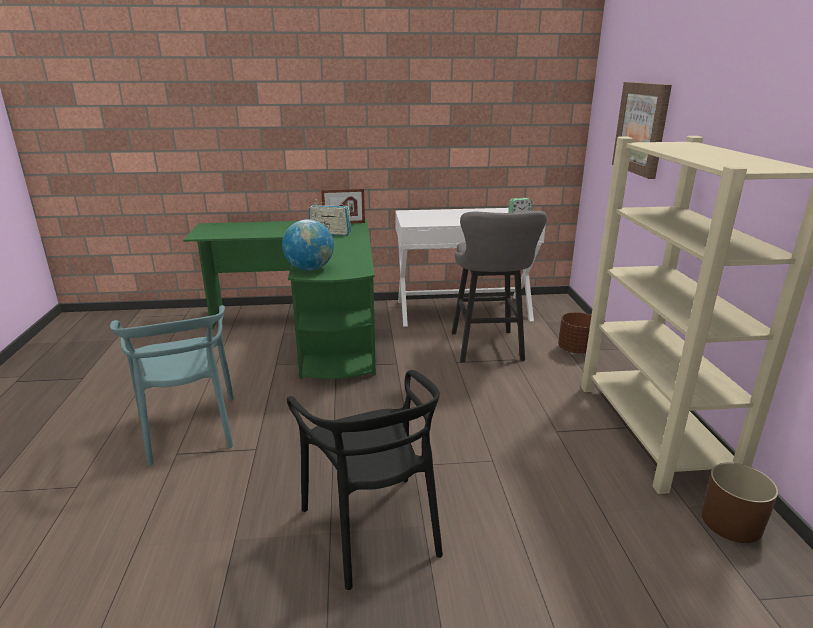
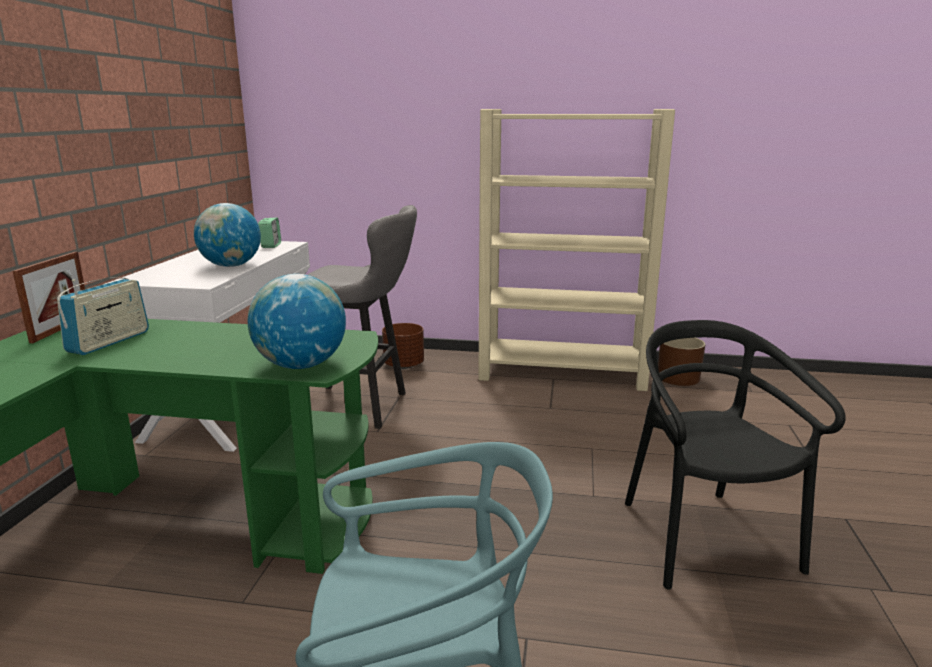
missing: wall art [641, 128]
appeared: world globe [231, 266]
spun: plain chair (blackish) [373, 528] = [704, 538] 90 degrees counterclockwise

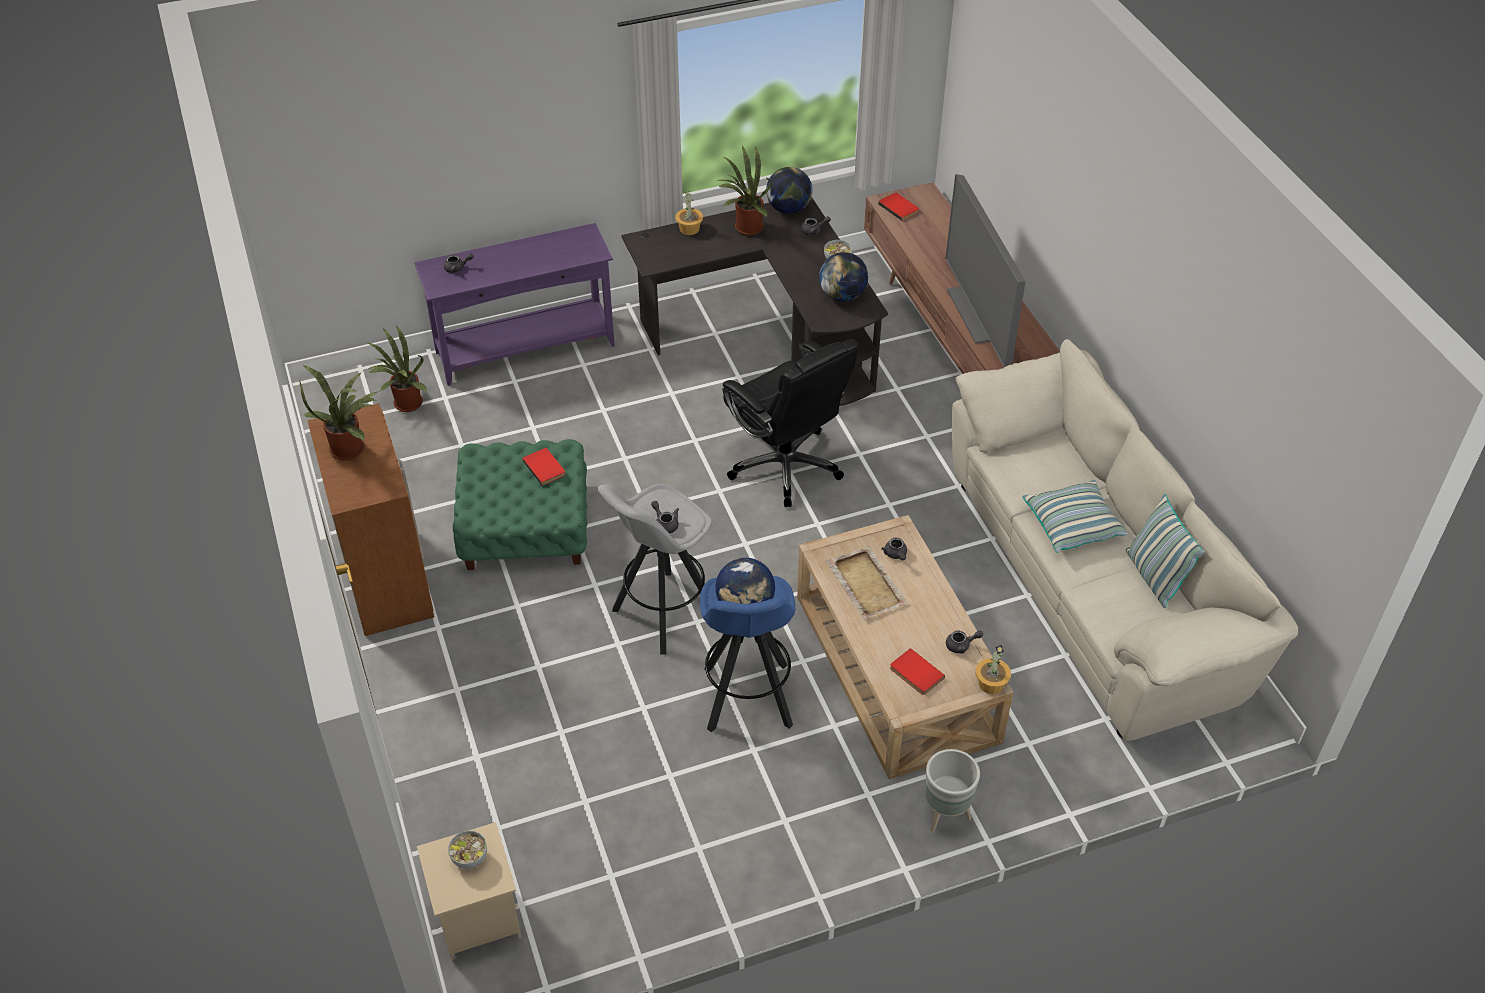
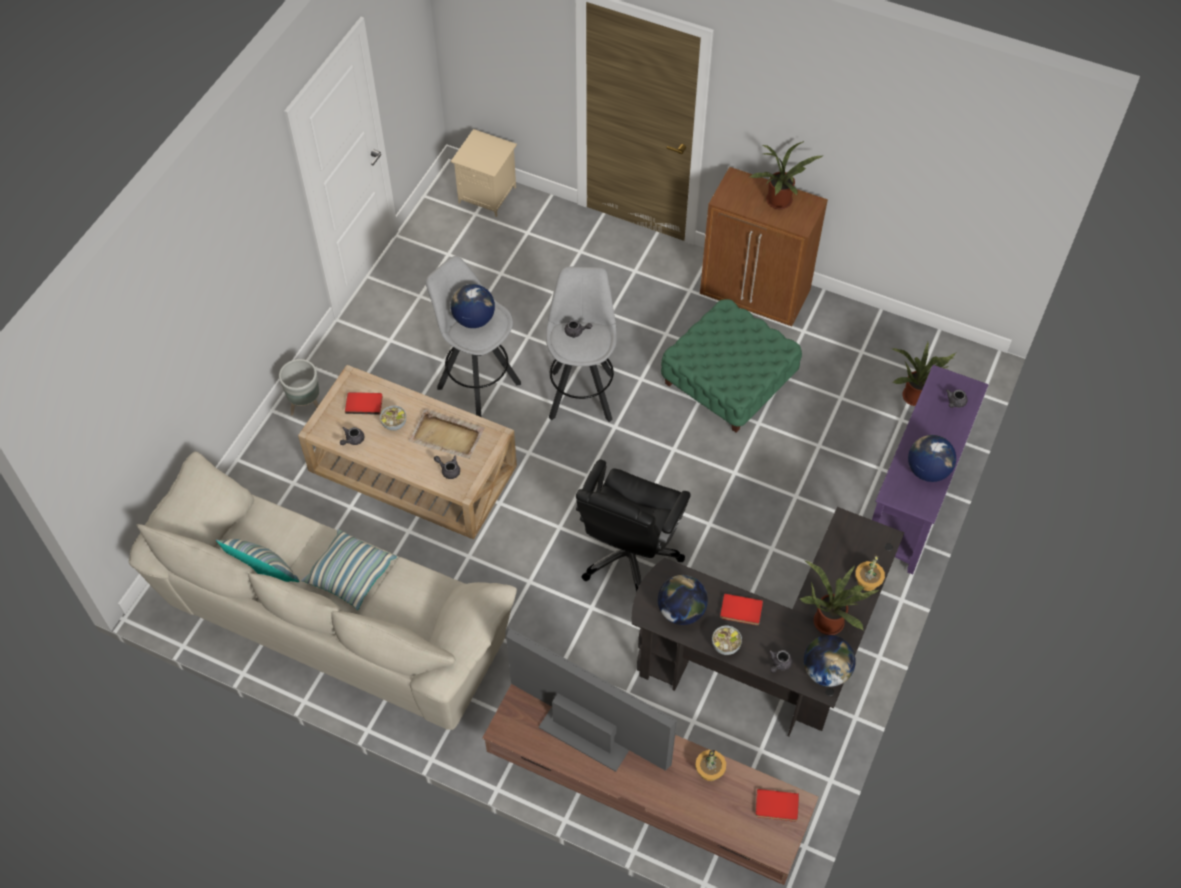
appeared: world globe [927, 470]
relocated: bowl [469, 858] to [394, 424]; houseplant [990, 683] to [710, 770]; volume (reddish) [545, 467] to [741, 611]
colour: stool (blue) [747, 700] to stool (grey) [477, 384]
spun: computer chair (blackish) [785, 465] = [629, 555] 75 degrees counterclockwise

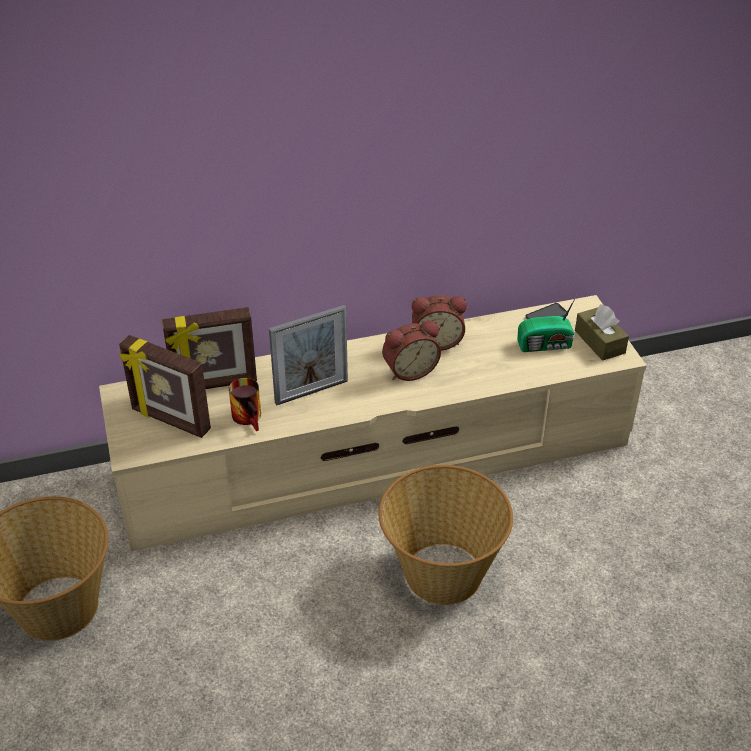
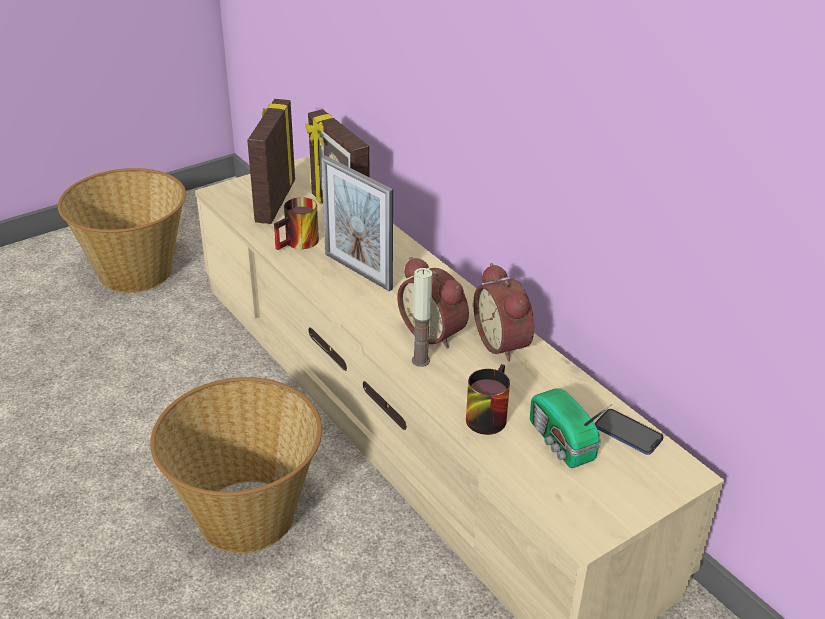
missing: tissue holder (brownish) [599, 342]
appeared: wax light [420, 360]; mug [485, 414]

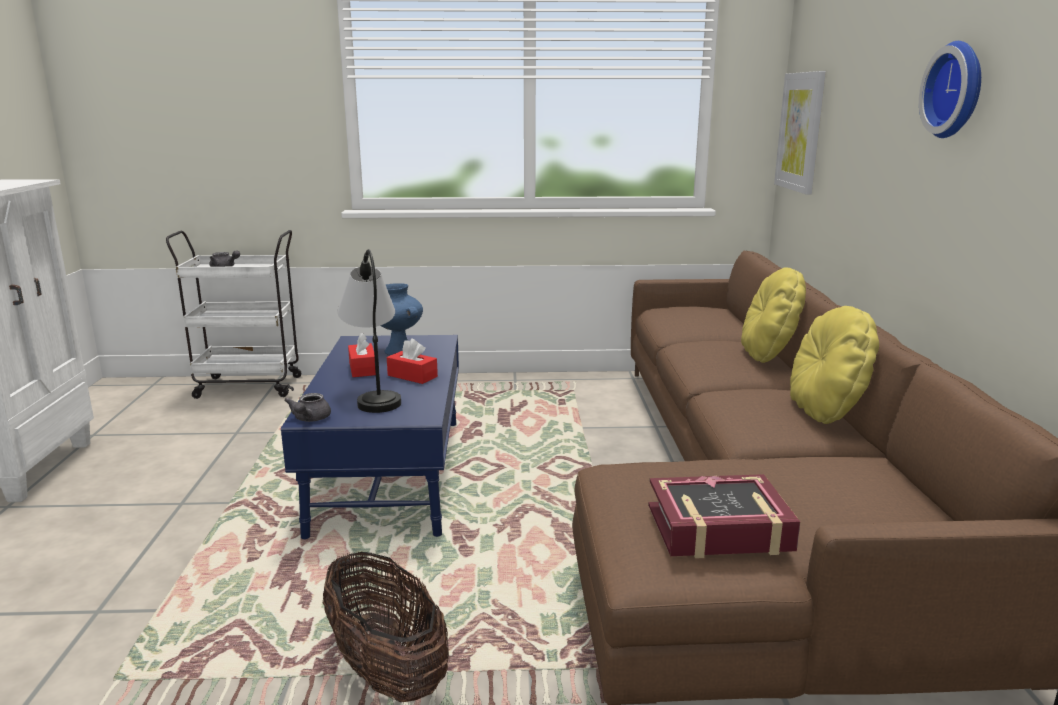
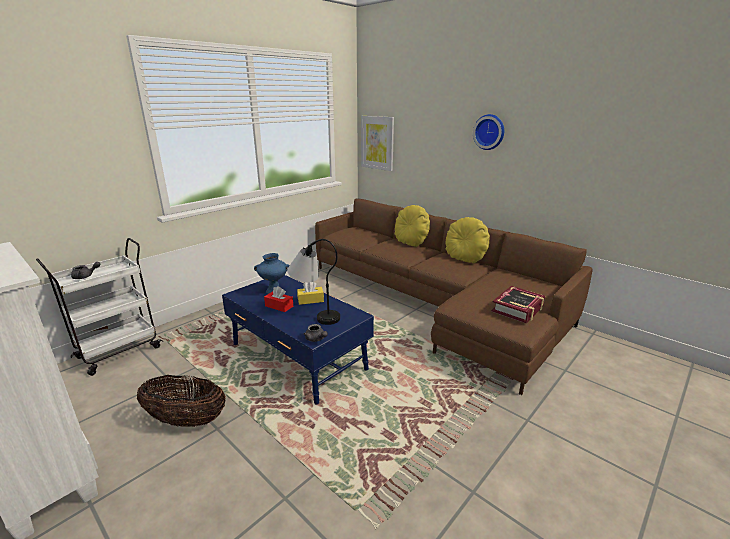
relocated: household basket [387, 670] to [186, 420]
colour: tissue holder (reddish) [412, 376] to tissue holder (yellow) [310, 300]

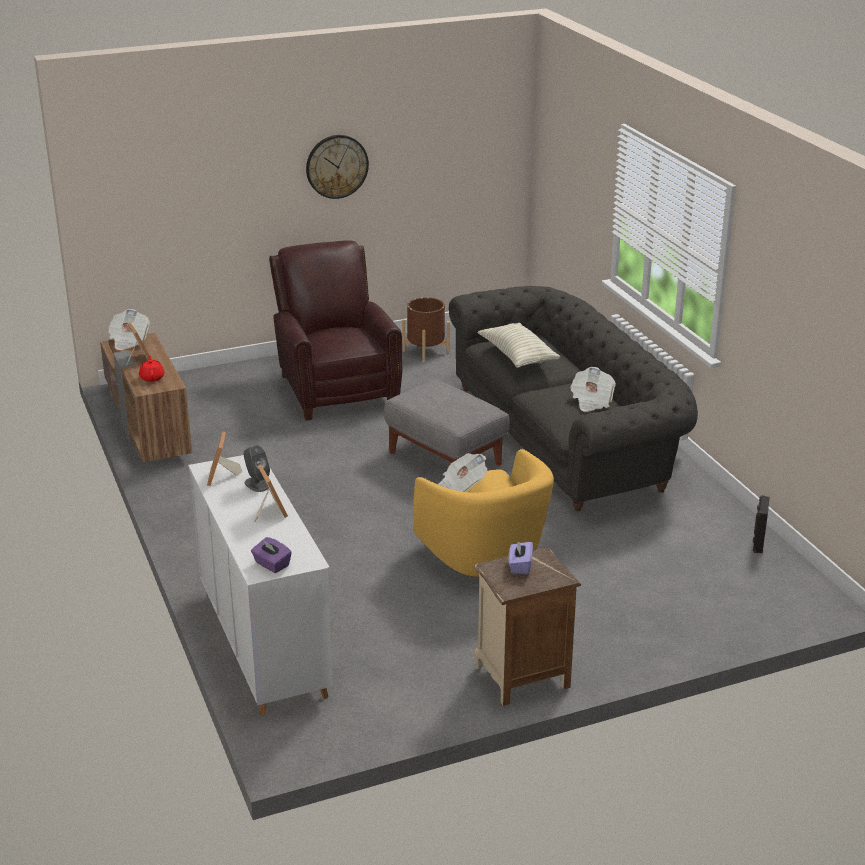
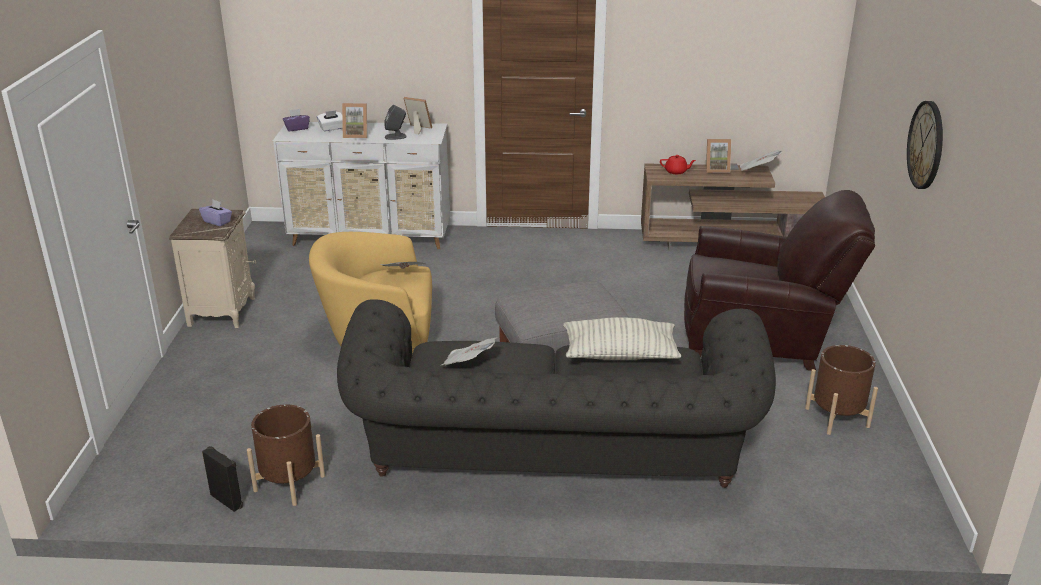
appeared: plant pot (brownish) [289, 483]; tissue holder (whitish) [331, 128]

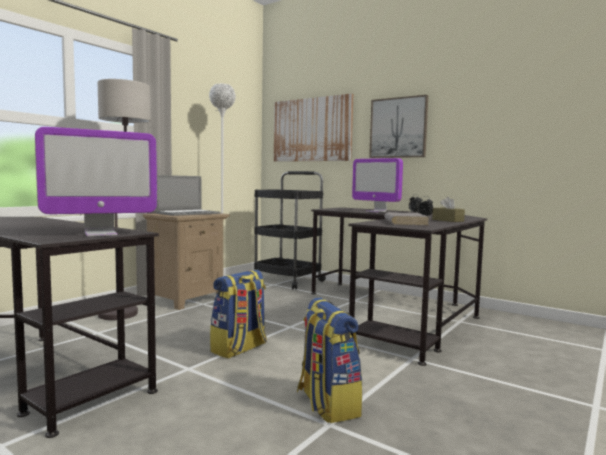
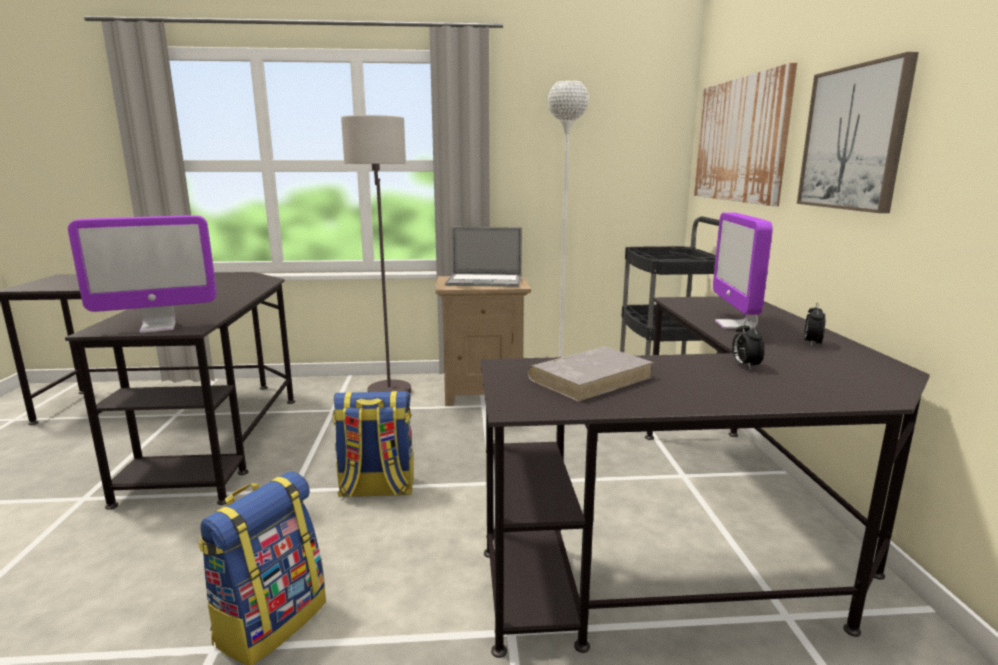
missing: tissue holder (brownish) [447, 220]
spun: computer screen [100, 234] = [158, 327] 45 degrees counterclockwise

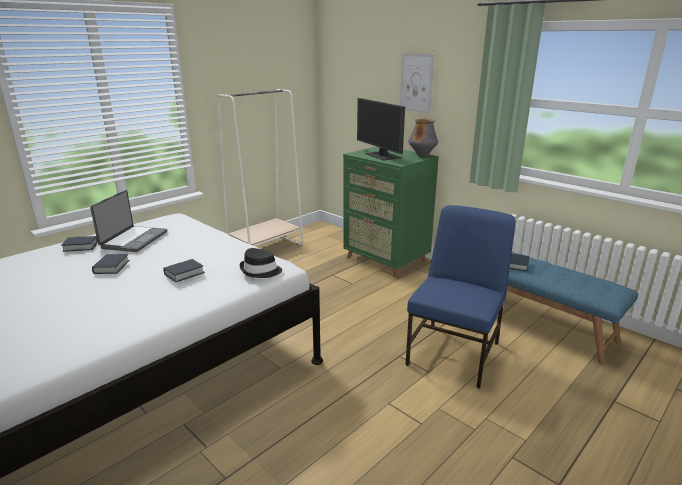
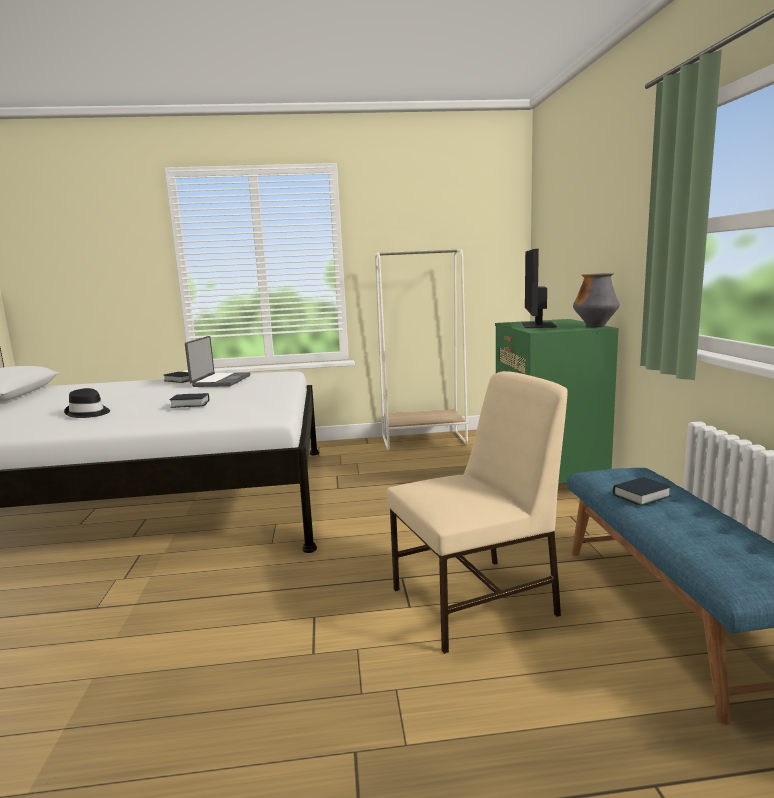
missing: volume [111, 267]; wall art [416, 83]
relocated: clothing hat (blackish) [260, 271] to [88, 413]
colour: plain chair (blue) [454, 353] to plain chair (beige-coloured) [476, 601]
spun: portable computer [133, 240] = [220, 381] 45 degrees counterclockwise

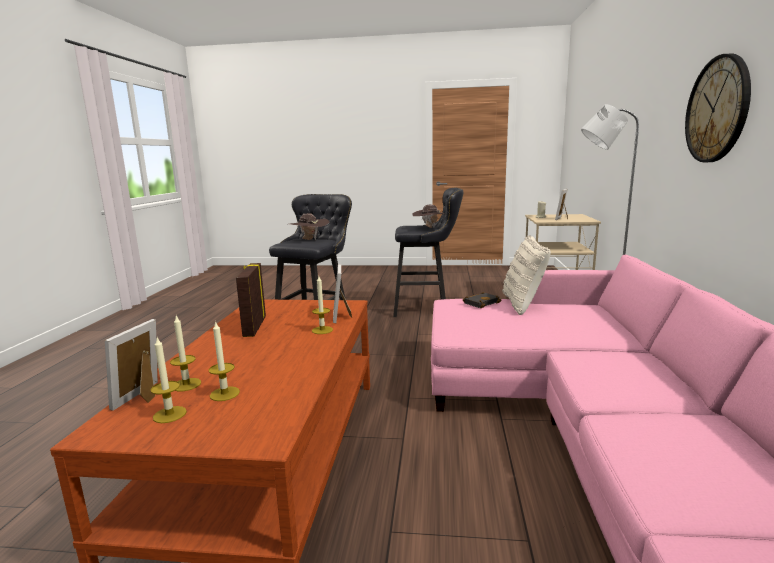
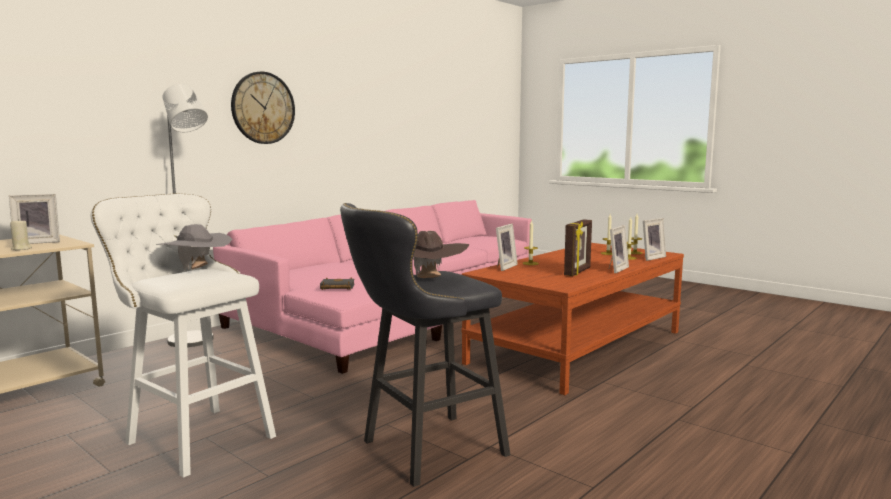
missing: throw pillow (beige-coloured) [523, 305]
appeared: standing frame [615, 269]
colour: stool (blackish) [428, 308] to stool (whitish) [192, 435]; clothing hat (brownish) [430, 228] to clothing hat (grey) [197, 270]

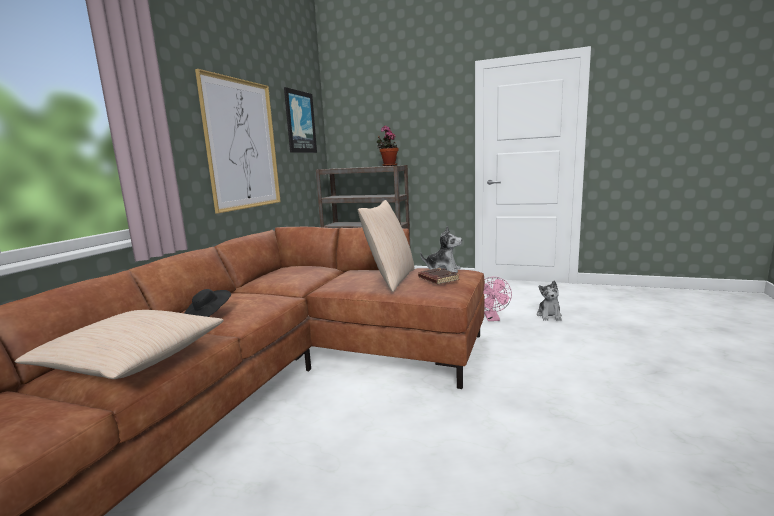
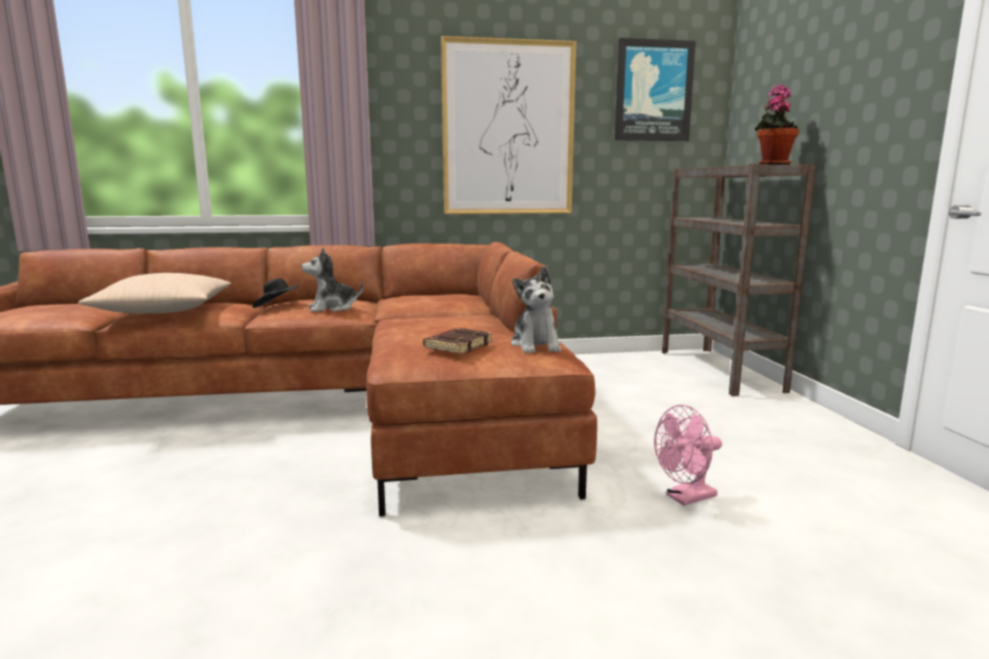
missing: throw pillow (beige-coloured) [391, 279]
relocated: soft toy [549, 315] to [332, 308]

